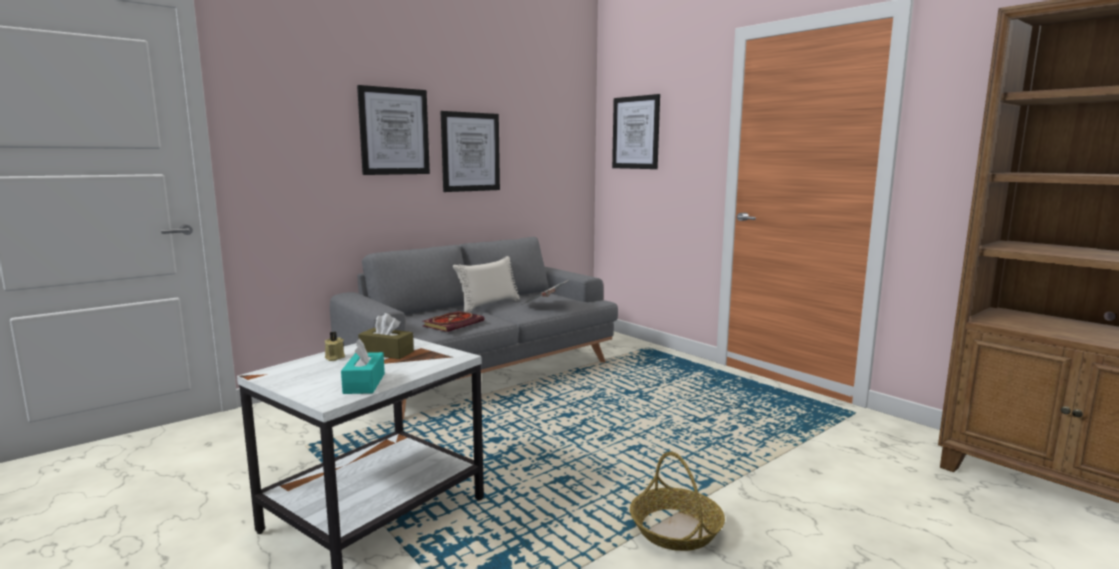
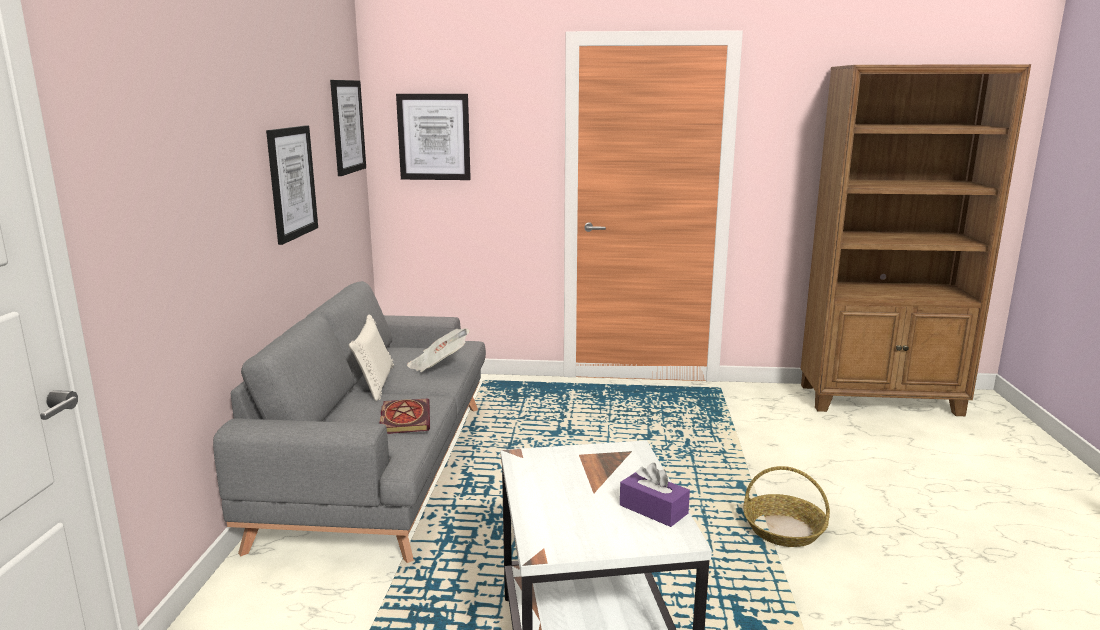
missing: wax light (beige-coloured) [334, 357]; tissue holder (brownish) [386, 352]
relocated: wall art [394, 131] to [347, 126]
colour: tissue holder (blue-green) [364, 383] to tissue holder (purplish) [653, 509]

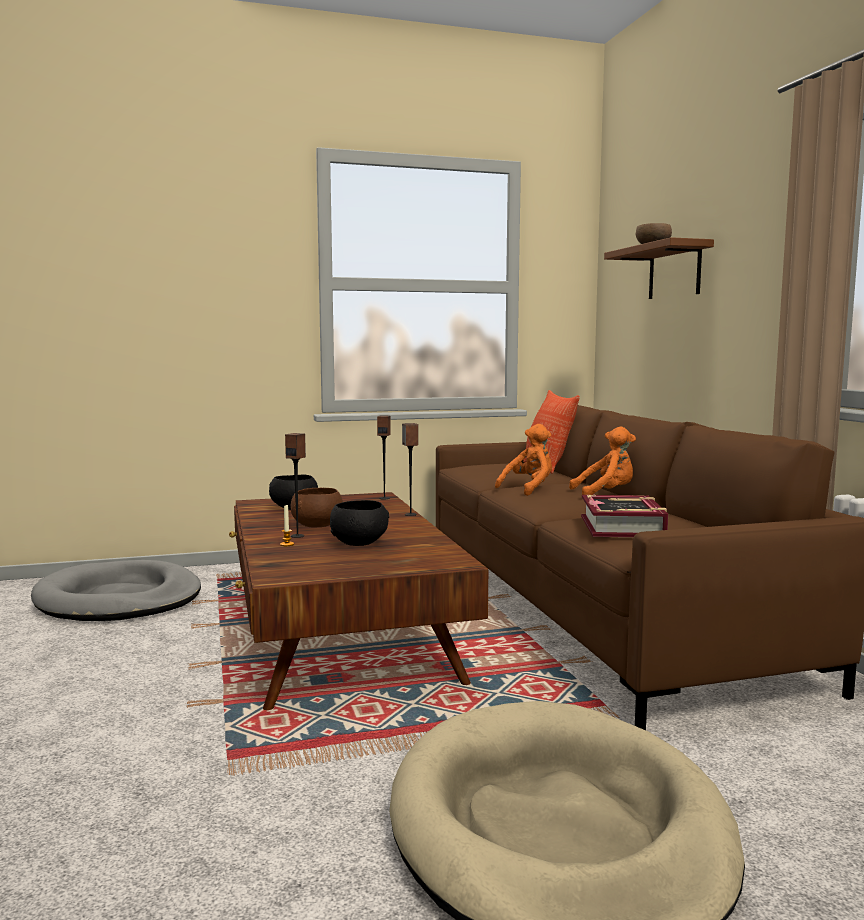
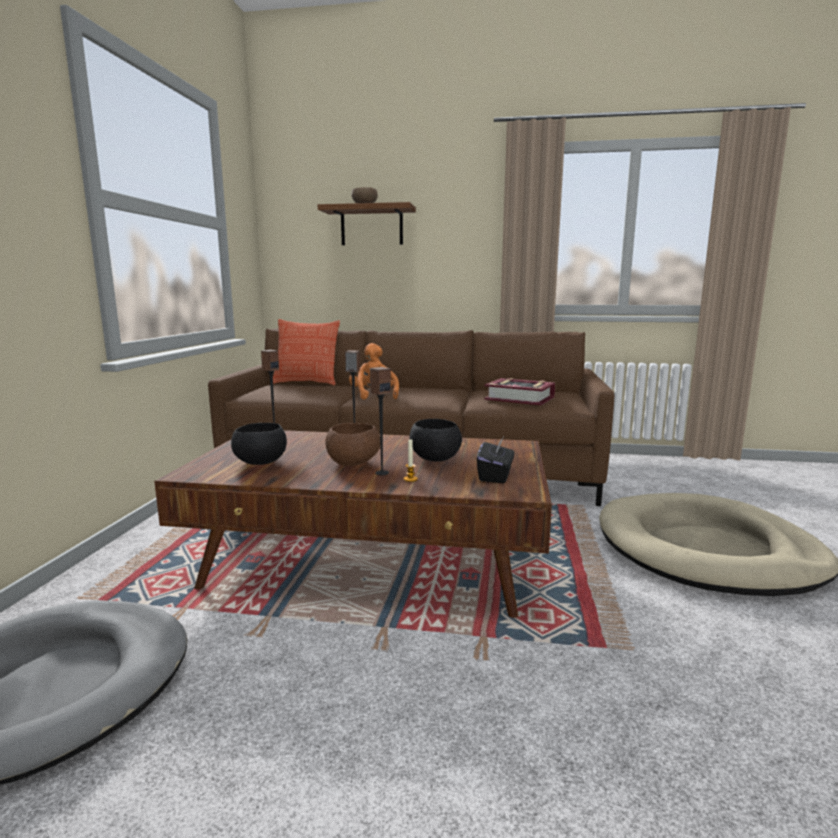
missing: soft toy (orange-coloured) [606, 494]
appeared: tissue holder (blackish) [495, 476]

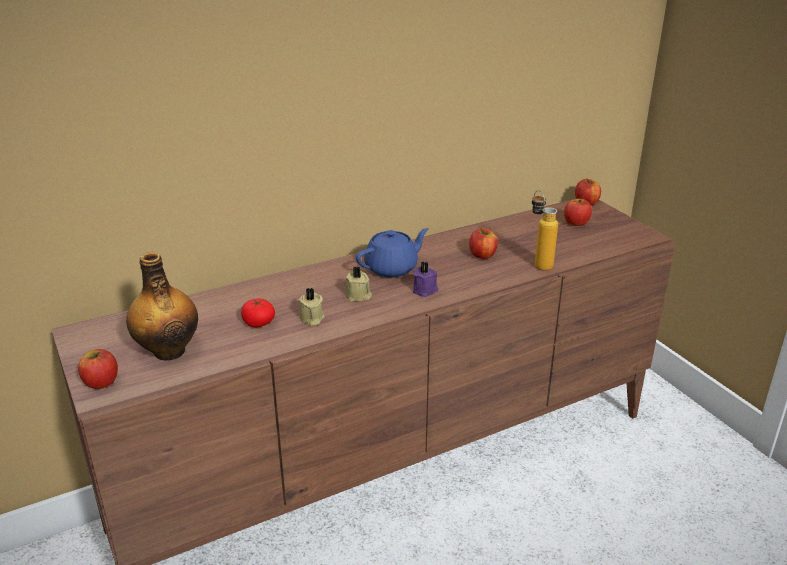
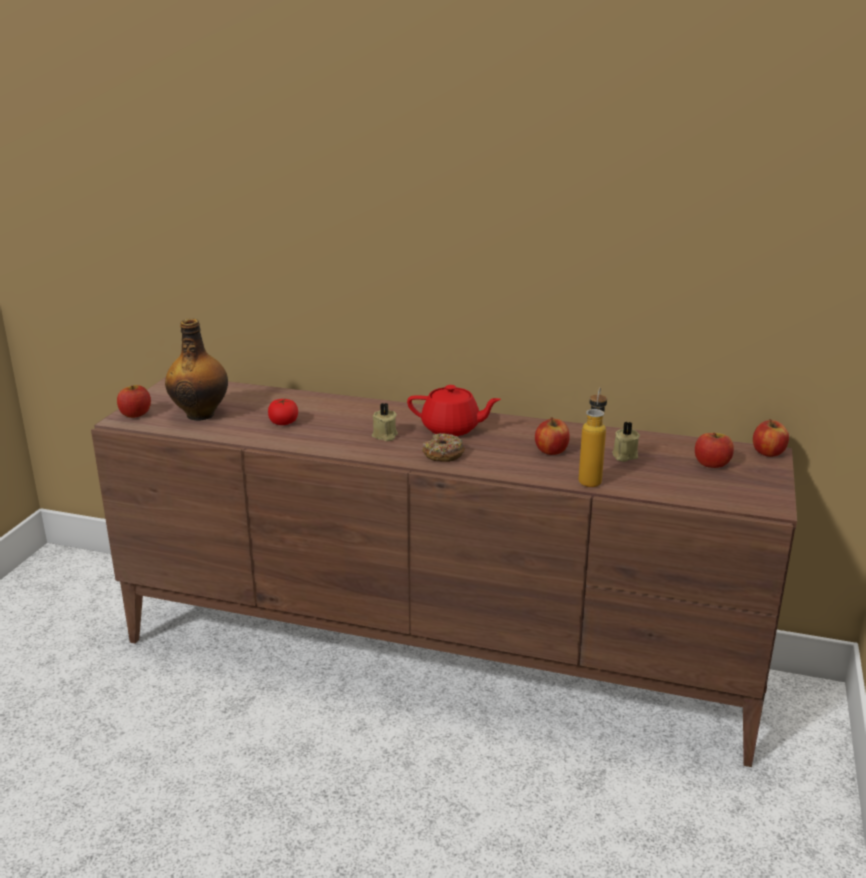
relocated: wax light (beige-coloured) [311, 319] to [624, 456]
exchanged: wax light (purplish) [425, 290] to doughnut [443, 454]
colour: pot for tea (blue) [392, 268] to pot for tea (reddish) [452, 429]

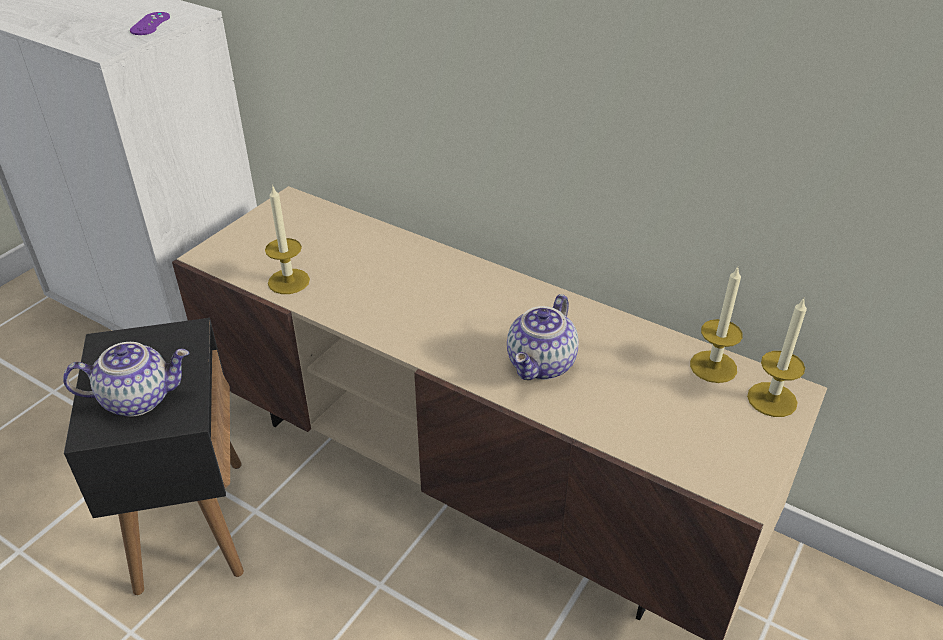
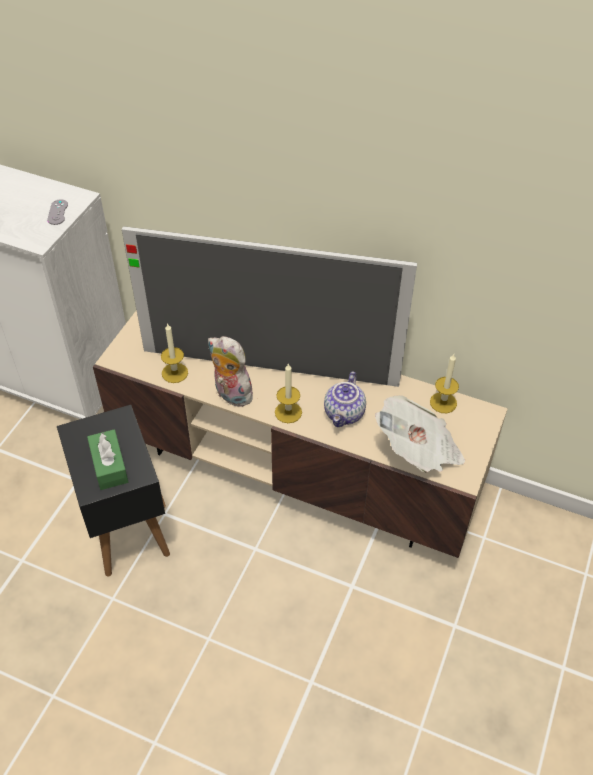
appeared: television [269, 367]; soft toy [230, 395]; newspaper [418, 450]
relocated: wax light [772, 399] to [288, 412]
exchanged: pot for tea [138, 398] to tissue holder (greenish) [109, 466]
colour: gamepad (purplish) [150, 24] to gamepad (grey) [58, 212]

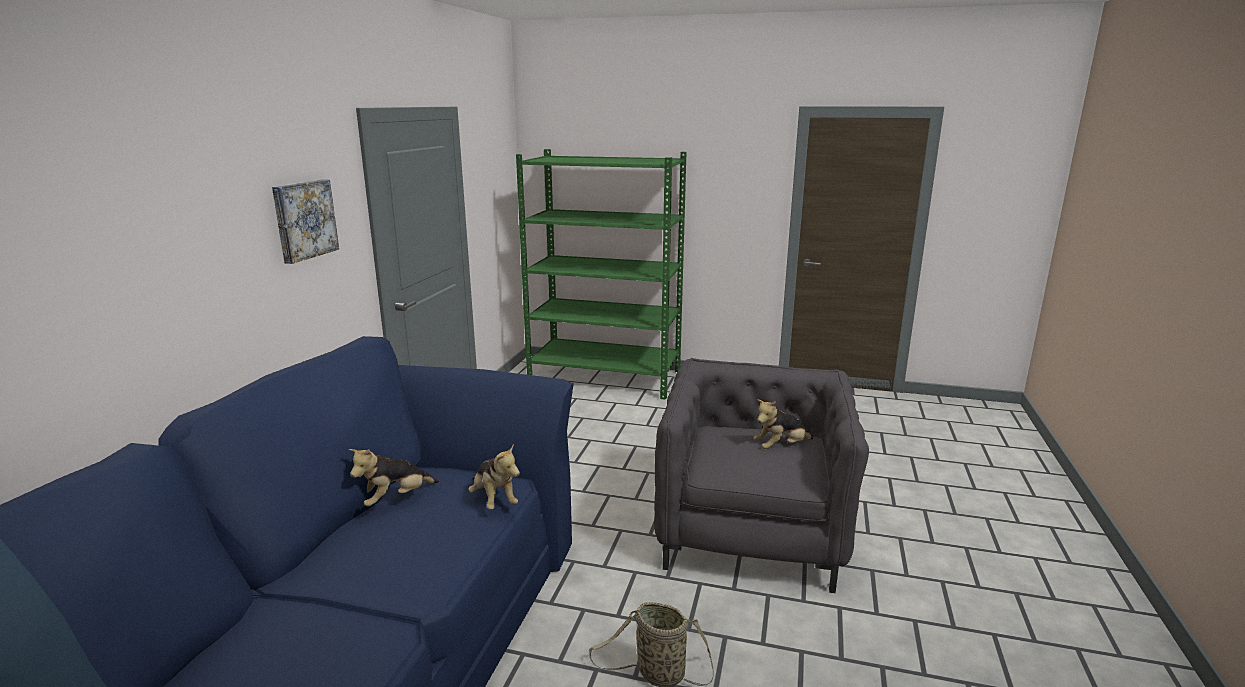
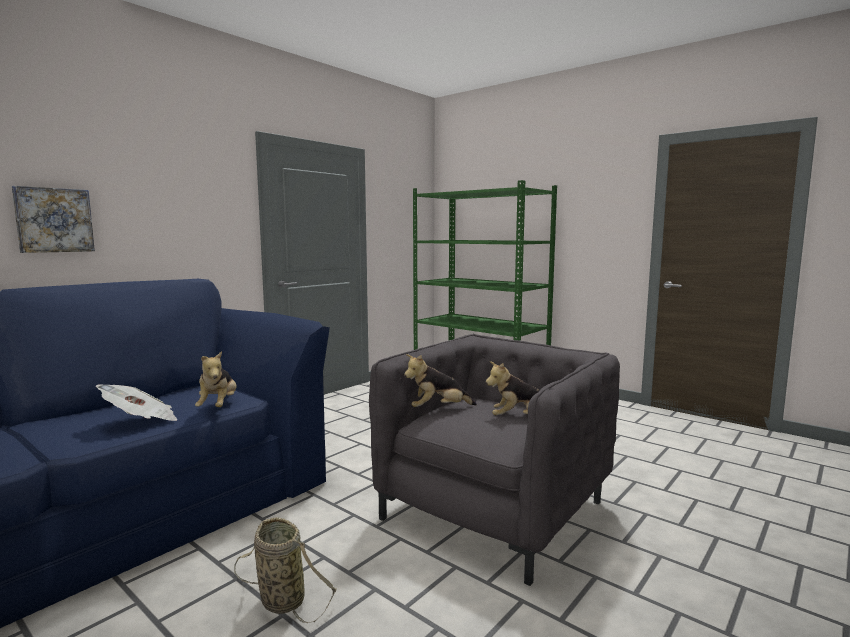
appeared: newspaper [141, 421]
relocated: wall art [303, 220] to [54, 220]; soft toy [395, 498] to [438, 409]

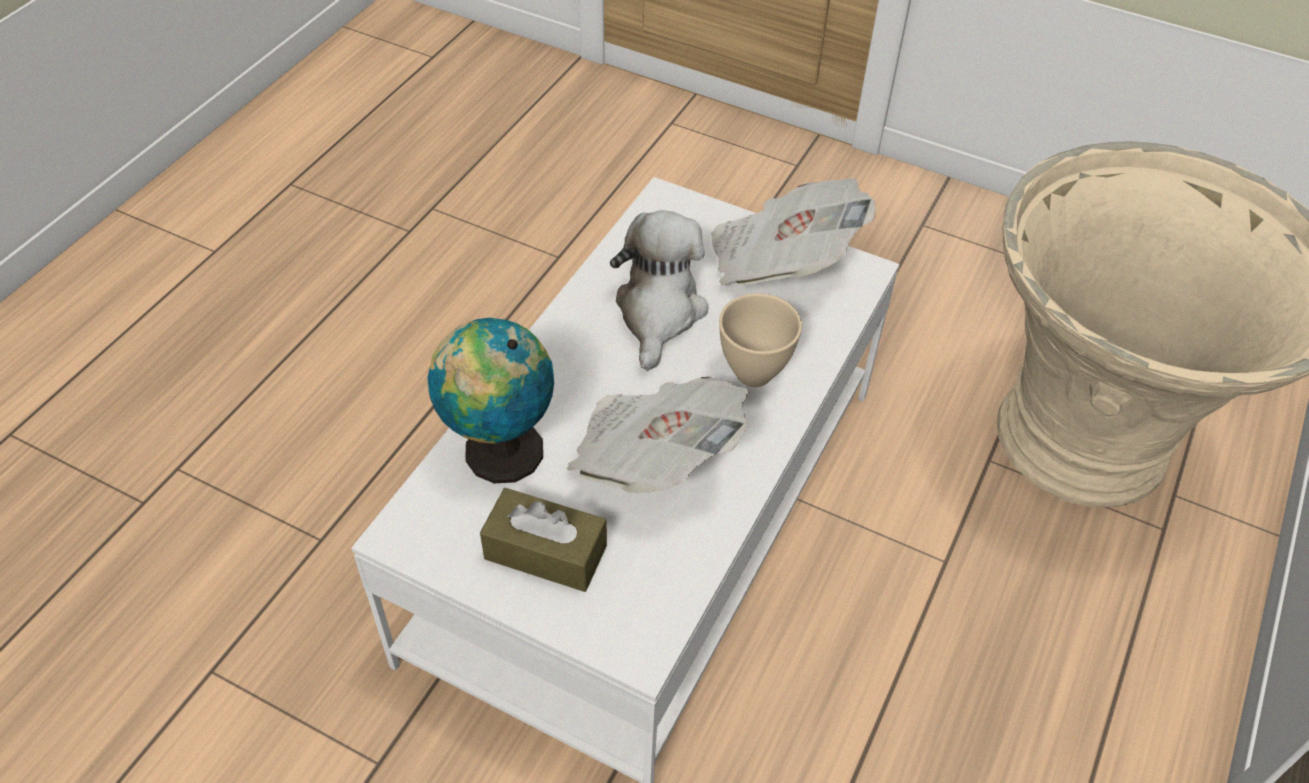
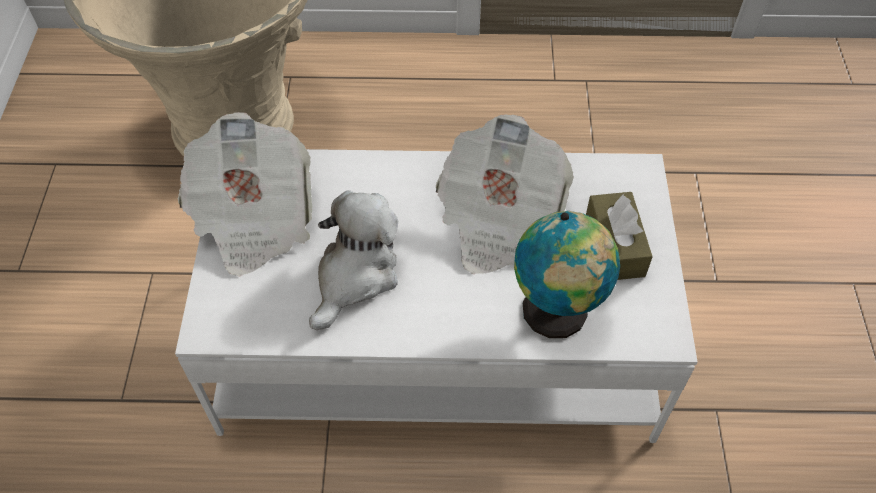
missing: bowl (beige-coloured) [756, 374]
spun: soft toy [659, 312] = [355, 275] 135 degrees clockwise

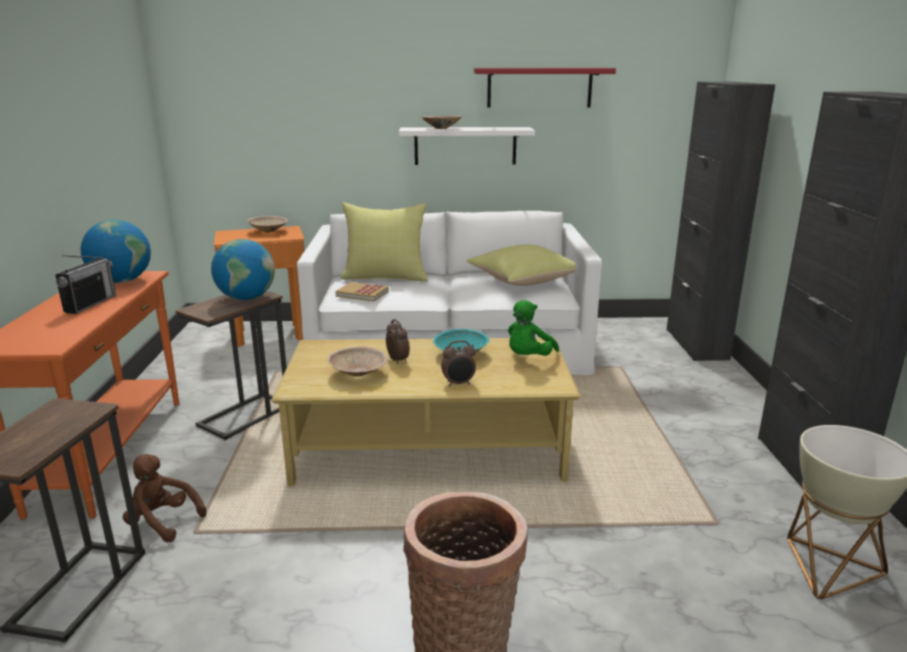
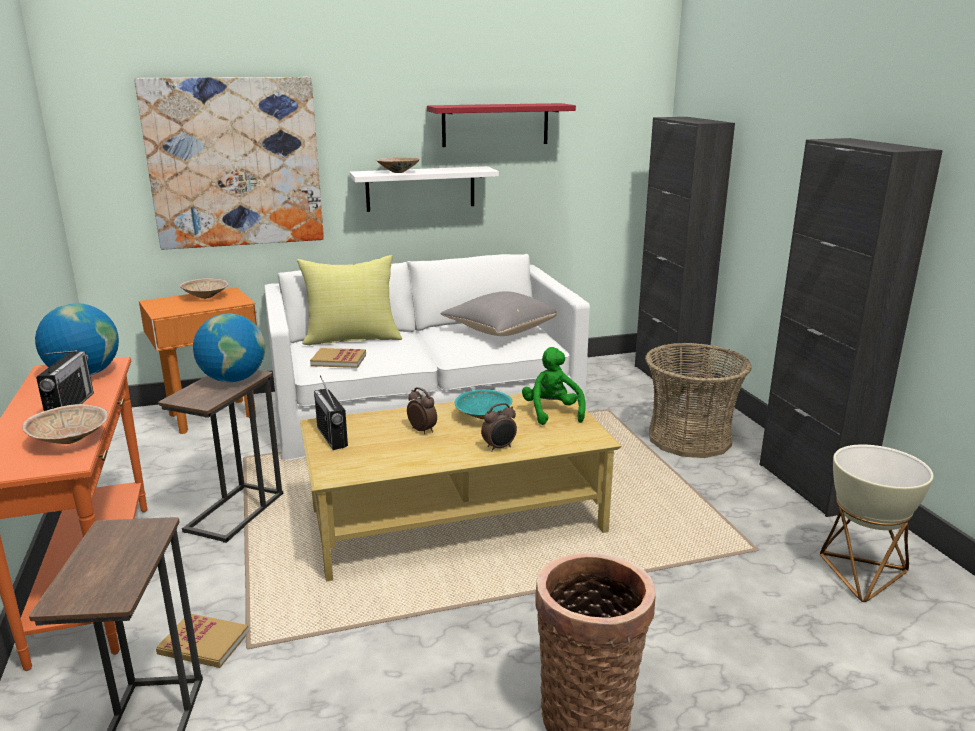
appeared: wall art [235, 163]; radio set [332, 437]; household basket [689, 438]
relocated: bowl (beige-coloured) [358, 374] to [70, 440]
exchanged: soft toy (brownish) [162, 522] to volume [204, 643]
colour: throw pillow (yellow) [524, 281] to throw pillow (grey) [502, 330]
spun: soft toy (greenish) [528, 358] = [552, 412] 150 degrees clockwise

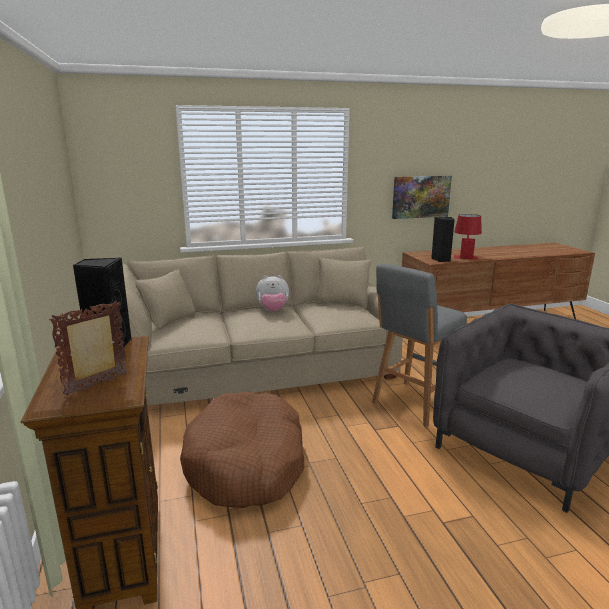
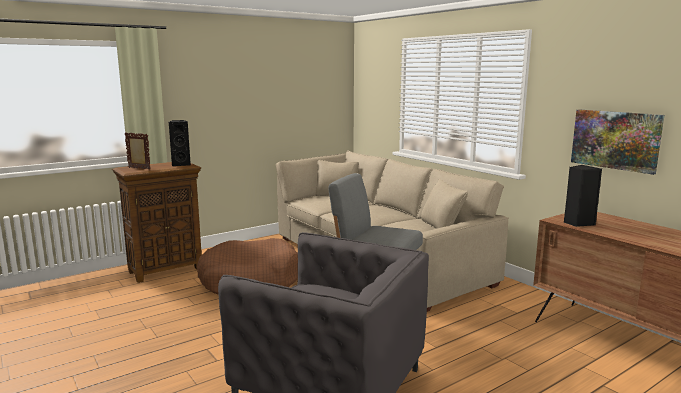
missing: soft toy [273, 311]; lamp for a table (reddish) [465, 256]

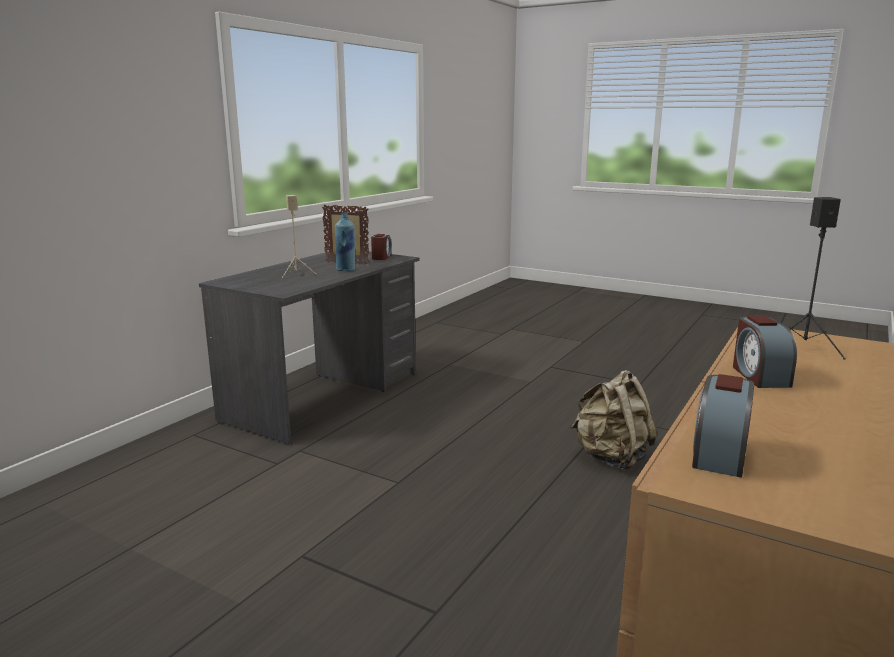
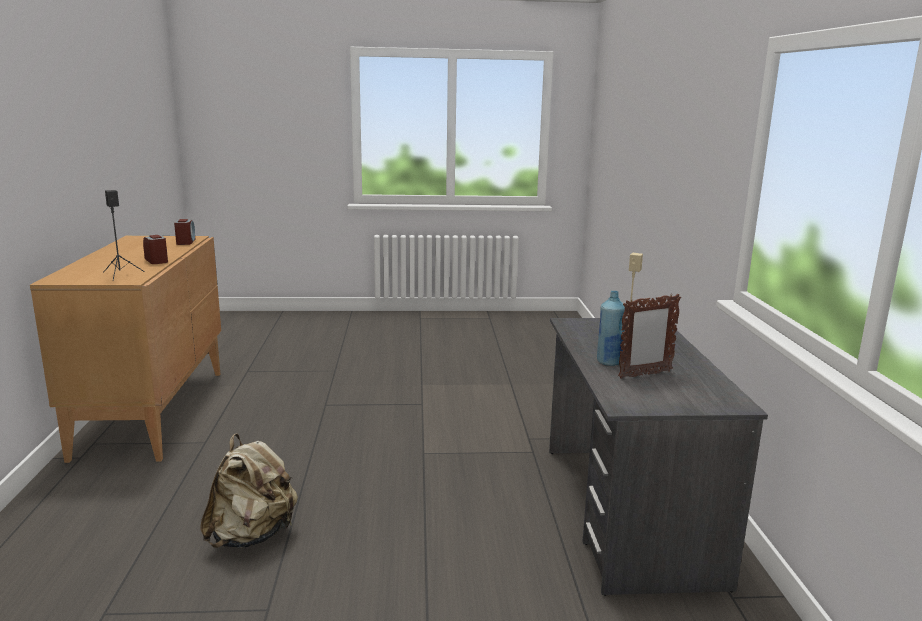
missing: table clock [381, 257]

